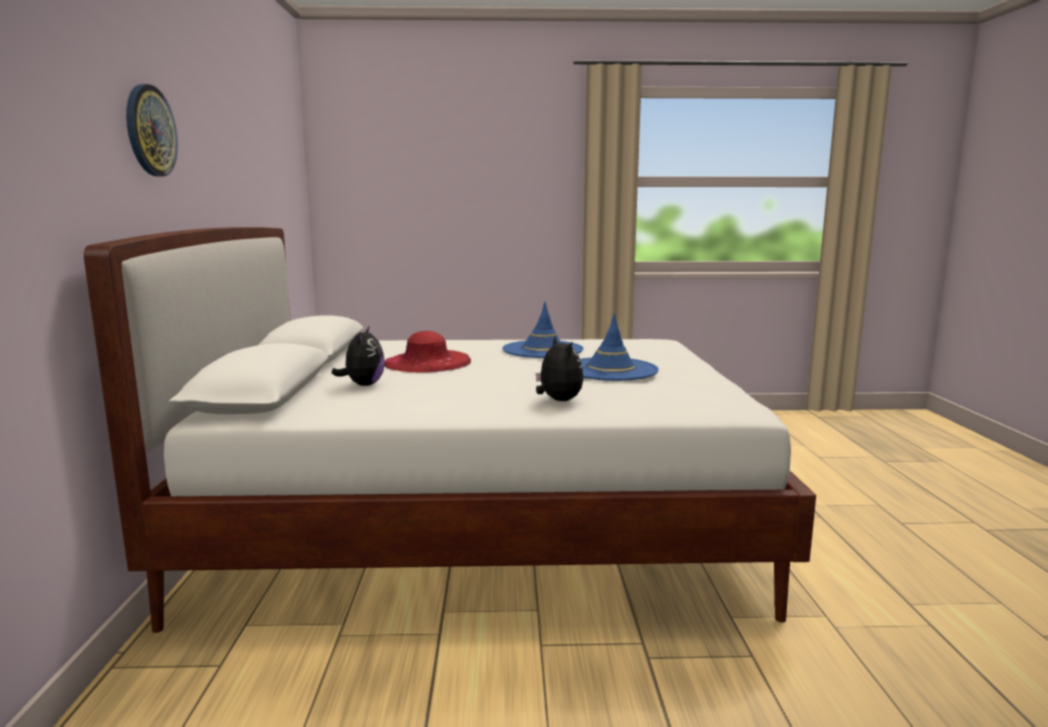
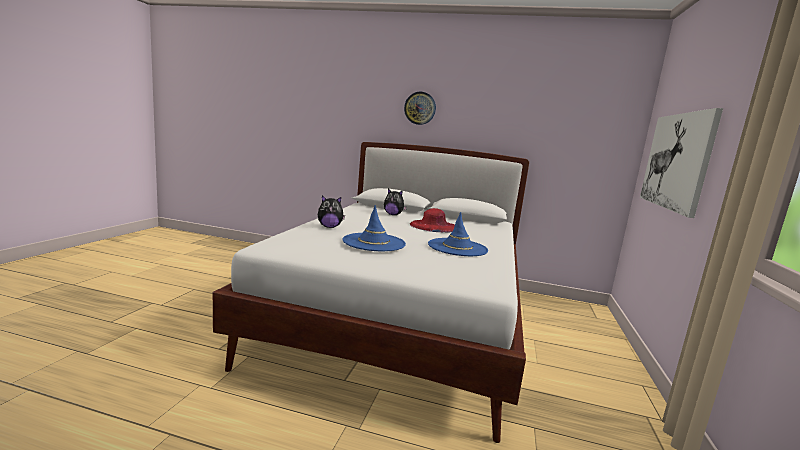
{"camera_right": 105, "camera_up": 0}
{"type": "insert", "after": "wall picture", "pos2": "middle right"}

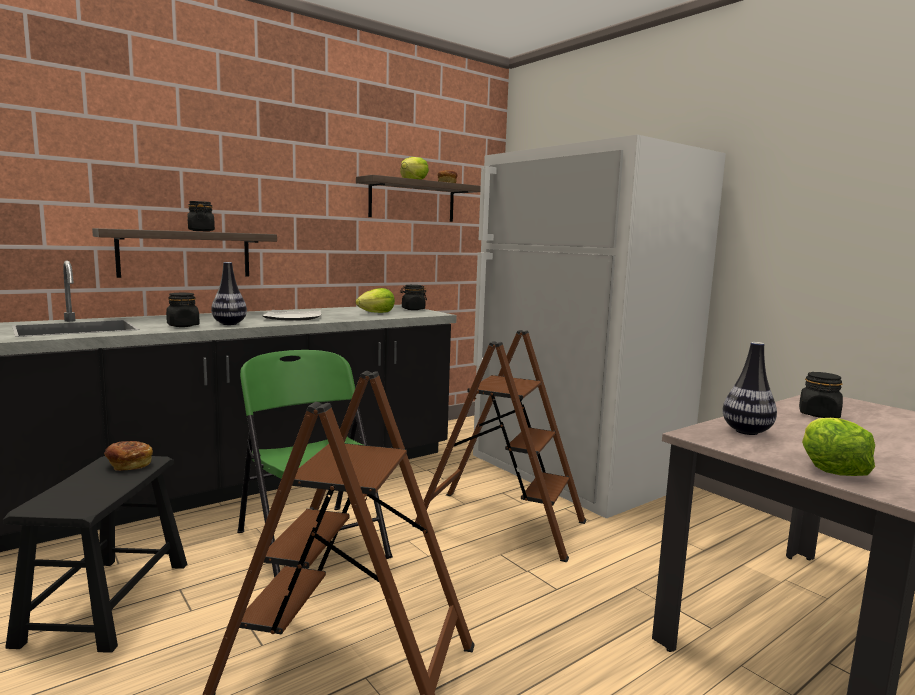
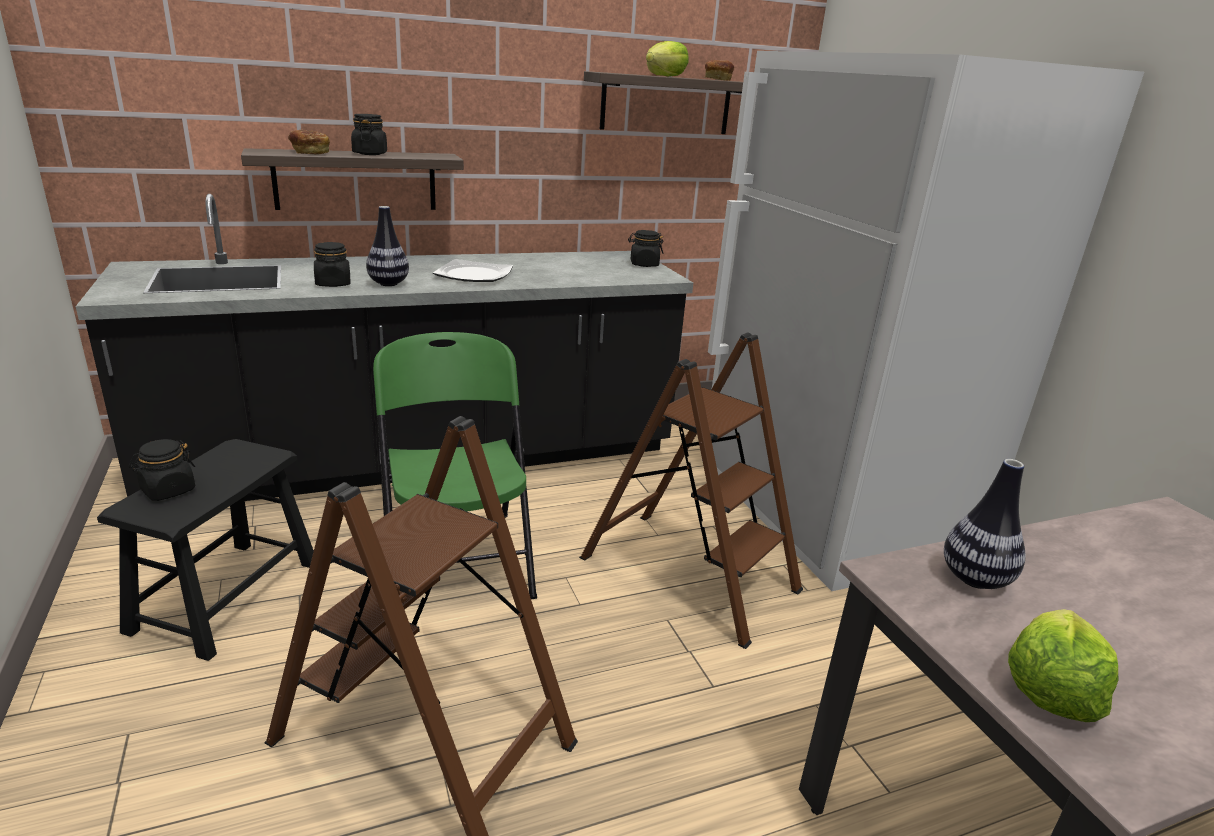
{"camera_right": 15, "camera_up": 15}
{"type": "delete", "before": "lettuce (1st from left)", "pos1": "centre"}
{"type": "move", "before": "jar (black-coloured) (4th from left in the first image)", "after": "jar (black-coloured) (1st from left)", "pos1": "middle right", "pos2": "middle left"}
{"type": "move", "before": "baked bread (1st from left)", "pos1": "middle left", "pos2": "top left"}

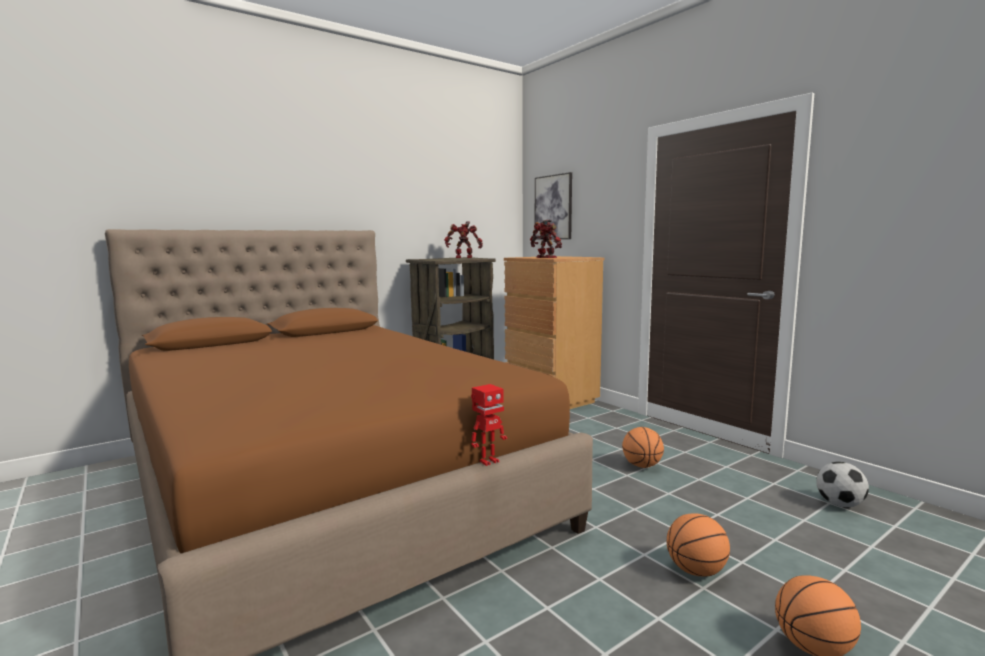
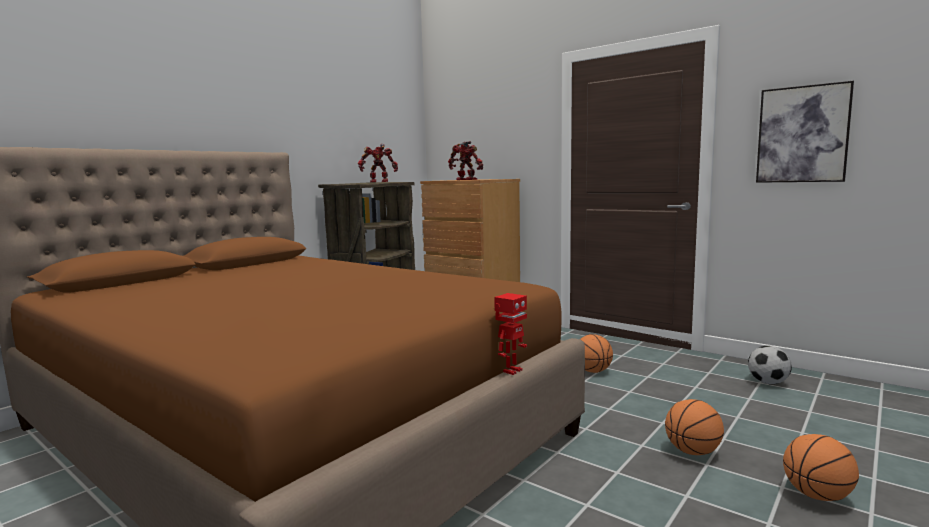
{"camera_right": -15, "camera_up": 0}
{"type": "move", "before": "wall picture", "pos1": "top centre", "pos2": "top right"}

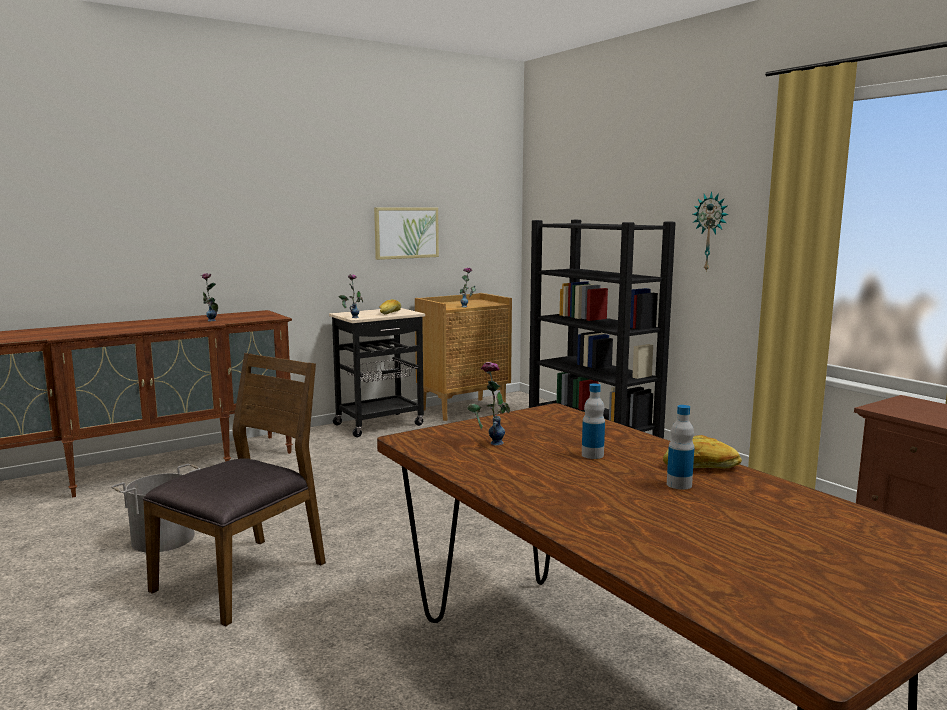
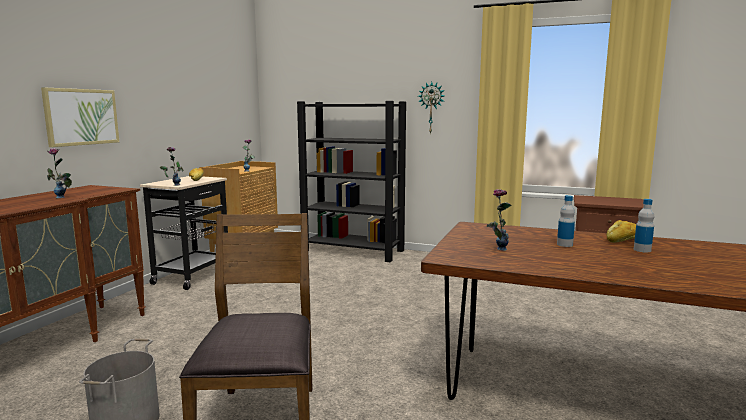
{"camera_right": -35, "camera_up": 0}
{"type": "move", "before": "wall picture", "pos1": "top centre", "pos2": "top left"}

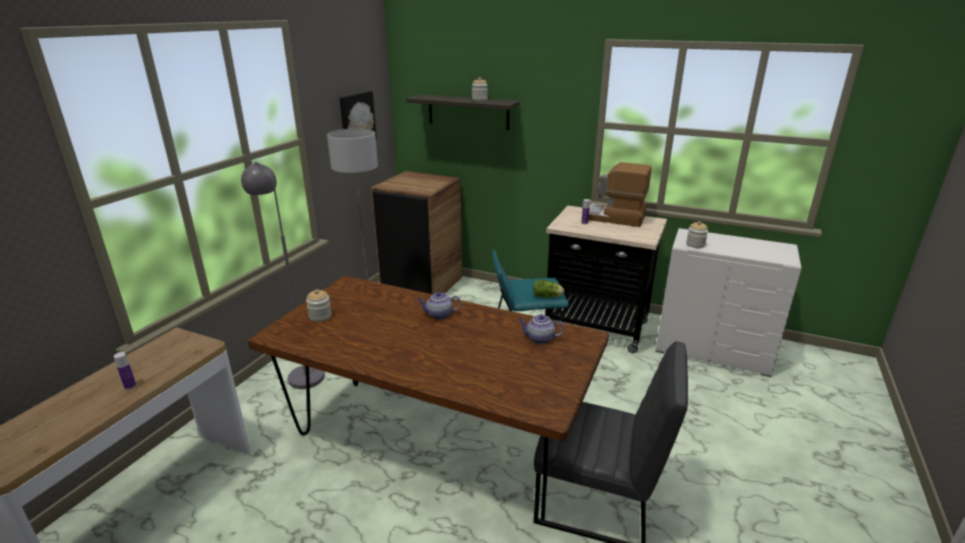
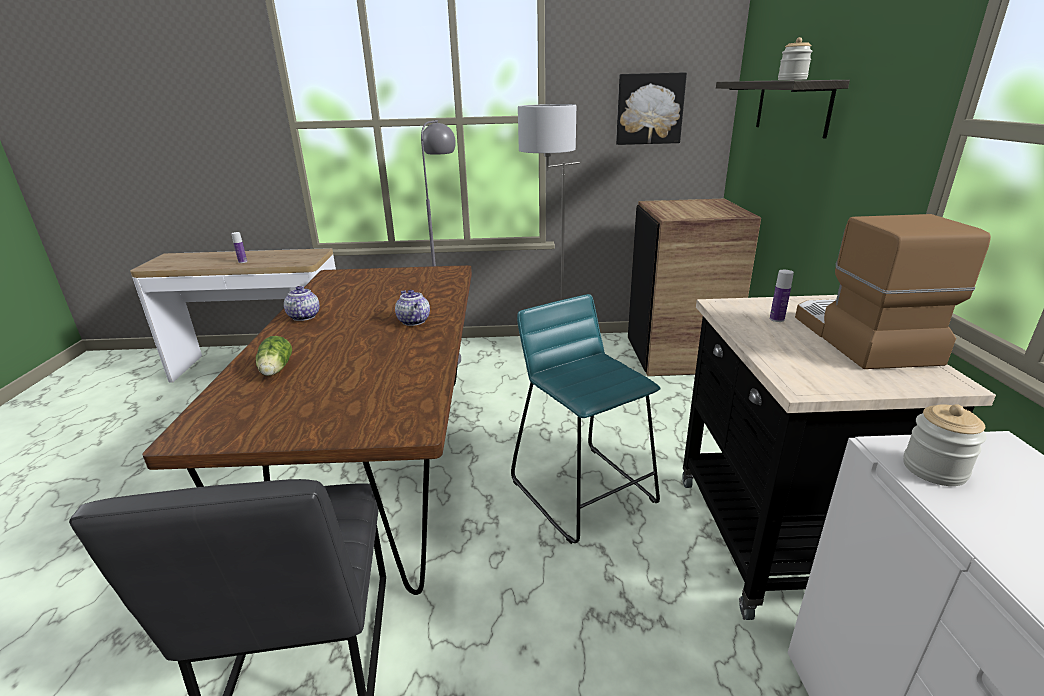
{"camera_right": 65, "camera_up": 0}
{"type": "move", "before": "lettuce", "pos1": "centre", "pos2": "middle left"}
{"type": "delete", "before": "jar (1st from left)", "pos1": "middle left"}
{"type": "move", "before": "pot for tea (2nd from left in the first image)", "after": "pot for tea (1st from left)", "pos1": "centre", "pos2": "middle left"}

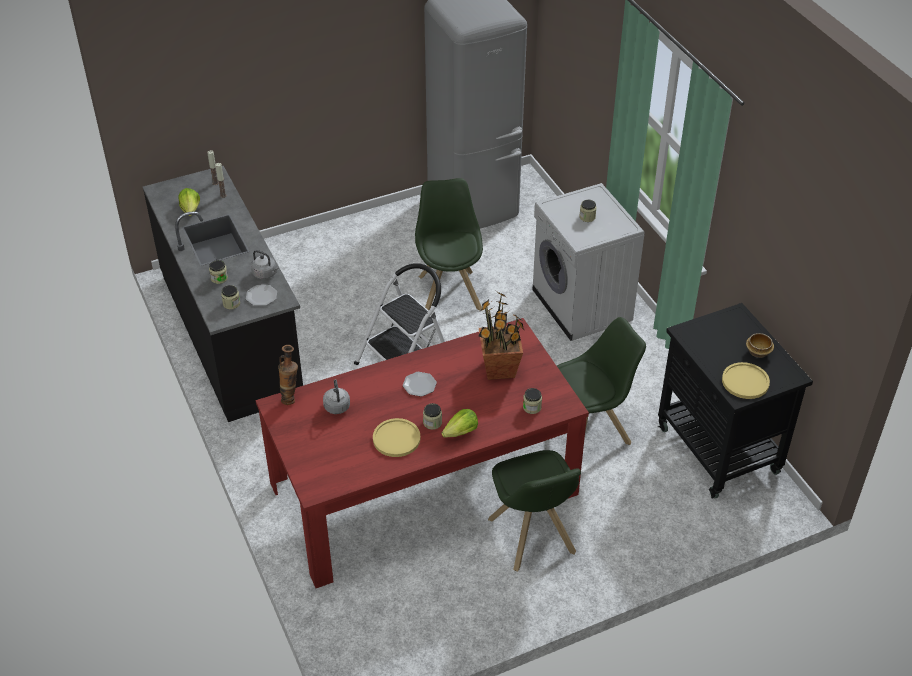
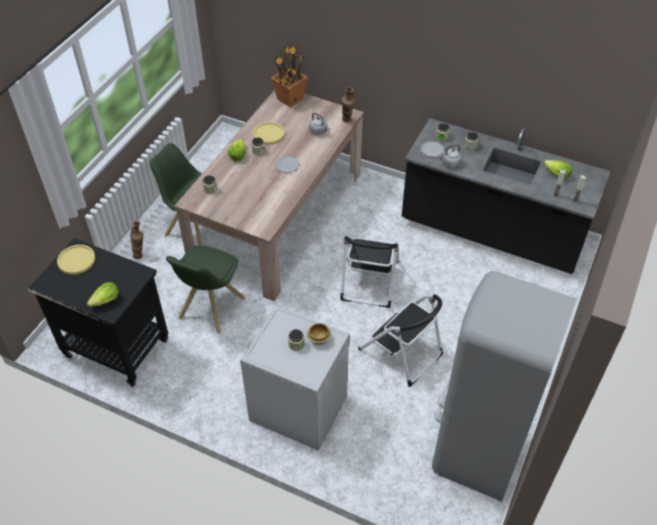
{"camera_right": 140, "camera_up": 5}
{"type": "replace", "before": "chair (green) (1st from left)", "after": "step stool (2nd from left)", "pos1": "centre", "pos2": "centre"}
{"type": "move", "before": "potted plant", "pos1": "centre", "pos2": "top centre"}
{"type": "recolor", "before": "dining table (reddish)", "after": "dining table (beige)", "pos1": "bottom centre", "pos2": "centre"}
{"type": "move", "before": "deep dish", "pos1": "middle right", "pos2": "centre"}
{"type": "insert", "after": "vase (1st from left)", "pos2": "middle left"}
{"type": "insert", "after": "lettuce (1st from left)", "pos2": "middle left"}

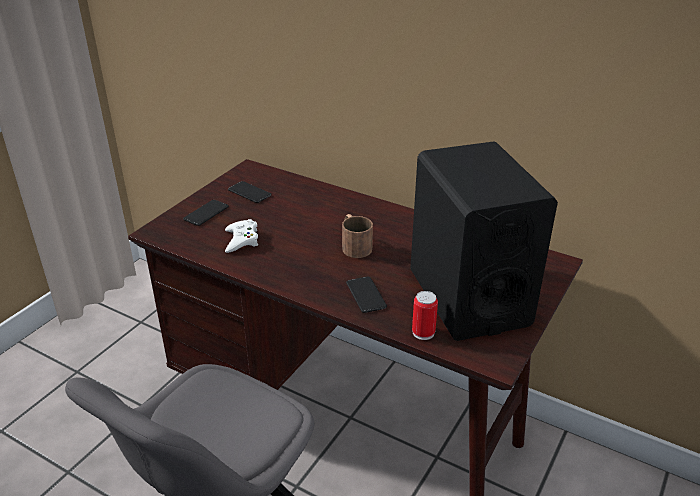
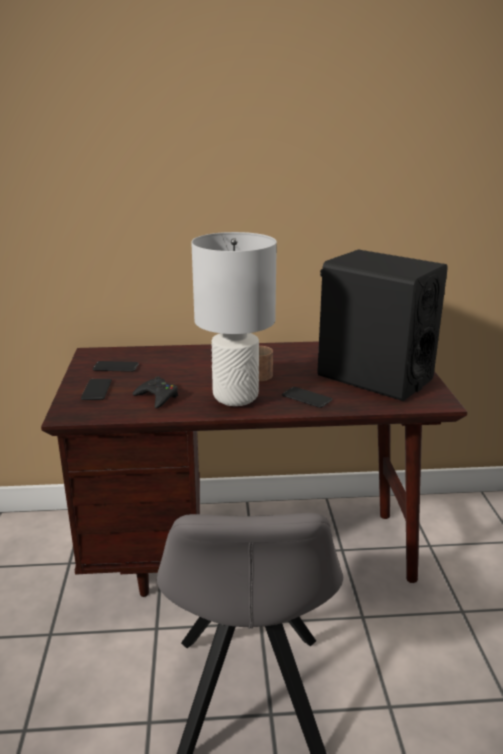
{"camera_right": -35, "camera_up": -10}
{"type": "recolor", "before": "joypad (white)", "after": "joypad (black-coloured)", "pos1": "centre", "pos2": "middle left"}
{"type": "delete", "before": "can", "pos1": "centre"}
{"type": "insert", "after": "table lamp (gray)", "pos2": "centre"}

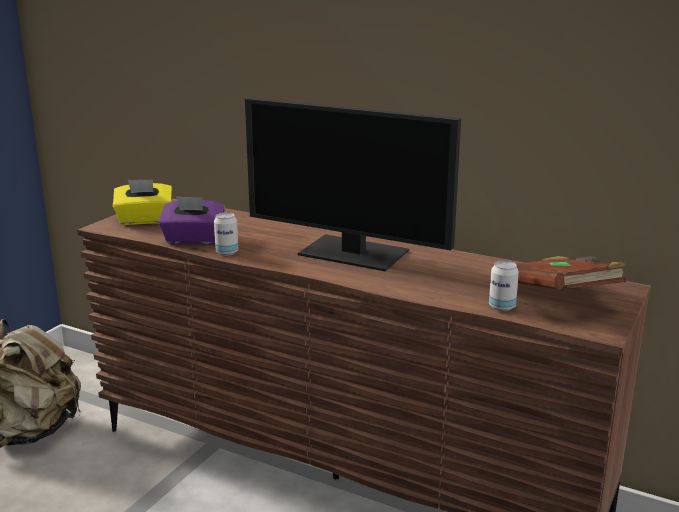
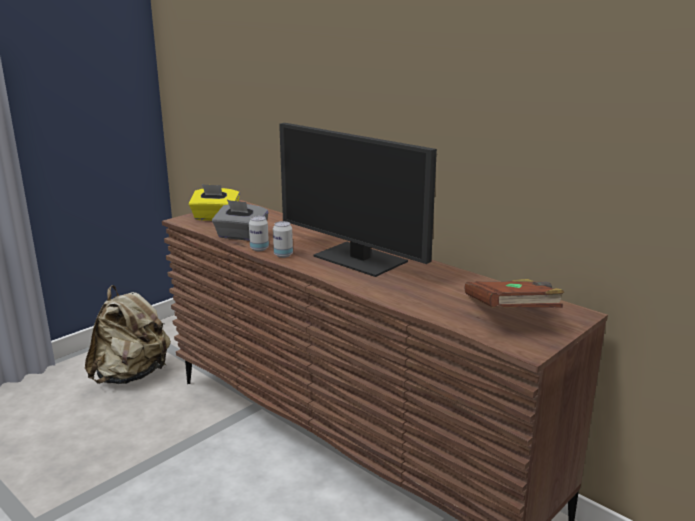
{"camera_right": 15, "camera_up": 0}
{"type": "recolor", "before": "tissue box (purple)", "after": "tissue box (gray)", "pos1": "middle left", "pos2": "centre"}
{"type": "move", "before": "can (2nd from left)", "pos1": "middle right", "pos2": "centre"}

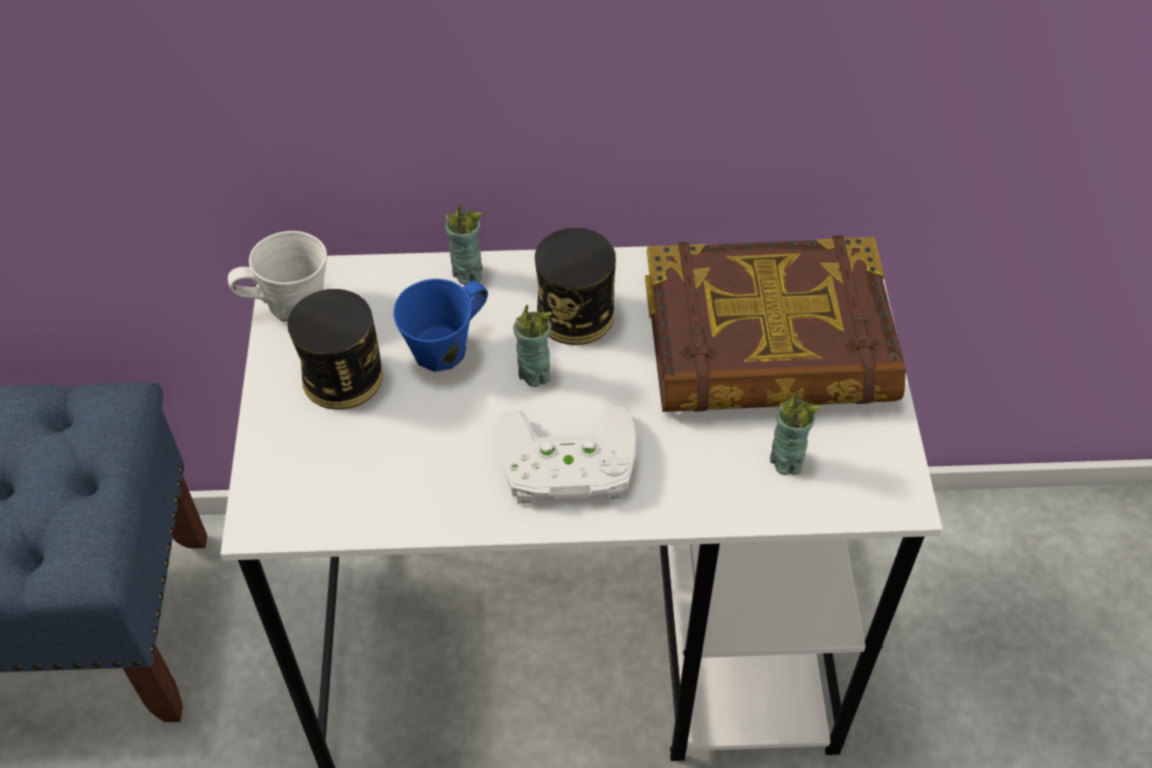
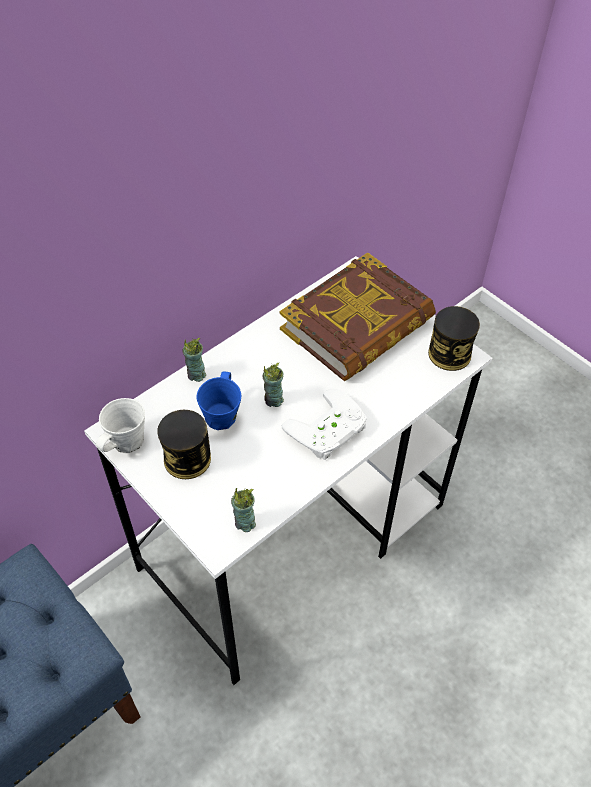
{"camera_right": -40, "camera_up": 0}
{"type": "move", "before": "can (2nd from left)", "pos1": "centre", "pos2": "middle right"}
{"type": "move", "before": "drinking cup (3rd from left in the first image)", "after": "drinking cup (2nd from left)", "pos1": "middle right", "pos2": "centre"}

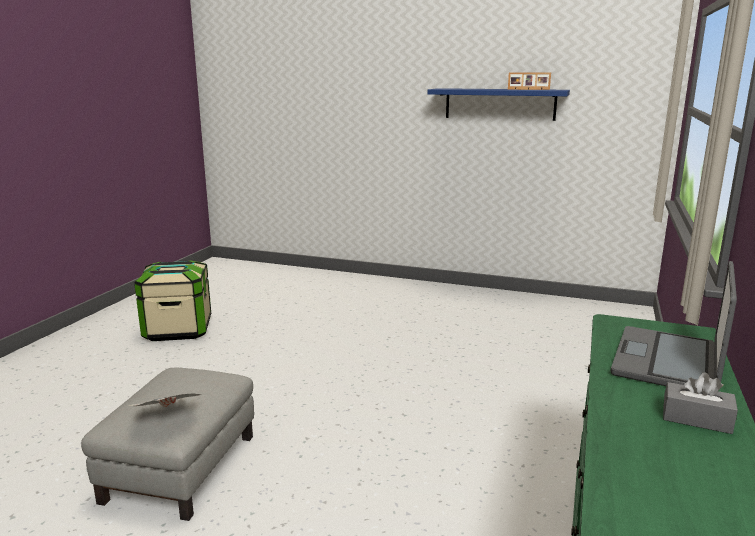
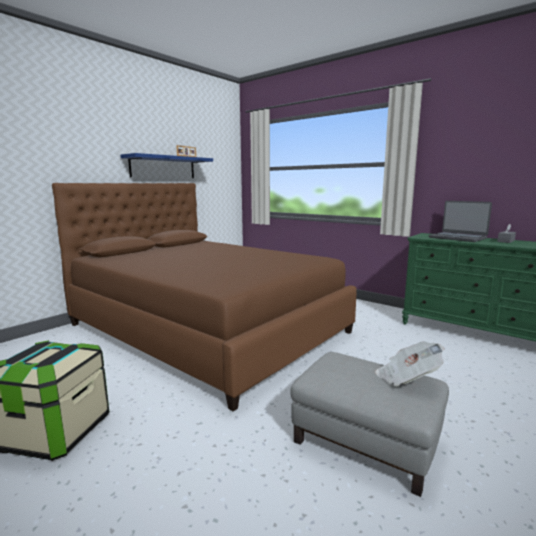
{"camera_right": -70, "camera_up": -5}
{"type": "insert", "after": "bed (brown)", "pos2": "centre"}

